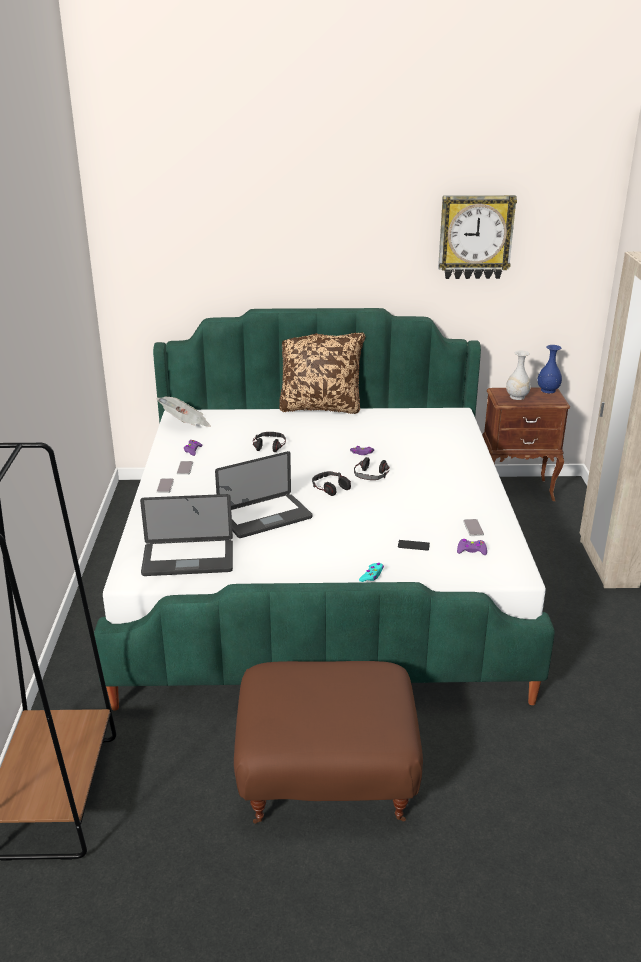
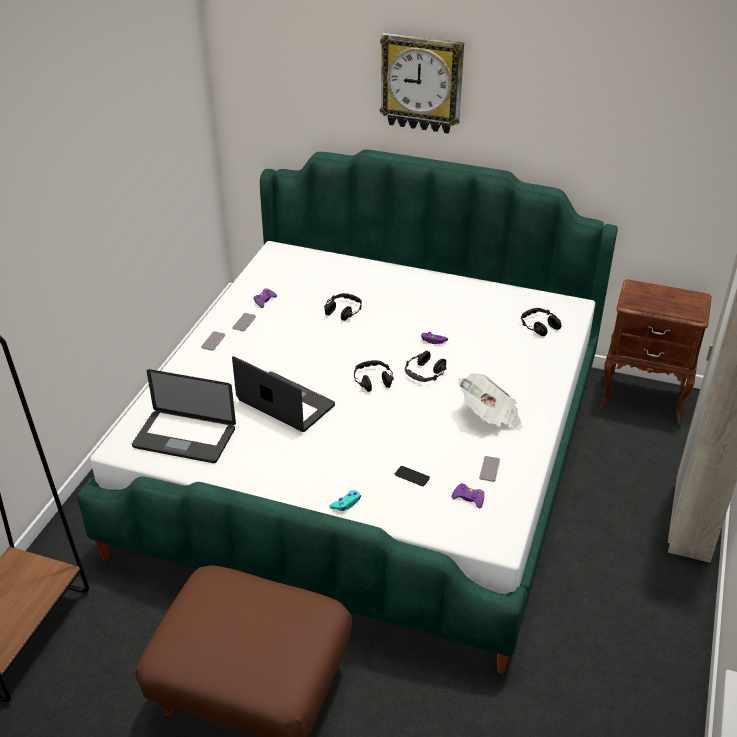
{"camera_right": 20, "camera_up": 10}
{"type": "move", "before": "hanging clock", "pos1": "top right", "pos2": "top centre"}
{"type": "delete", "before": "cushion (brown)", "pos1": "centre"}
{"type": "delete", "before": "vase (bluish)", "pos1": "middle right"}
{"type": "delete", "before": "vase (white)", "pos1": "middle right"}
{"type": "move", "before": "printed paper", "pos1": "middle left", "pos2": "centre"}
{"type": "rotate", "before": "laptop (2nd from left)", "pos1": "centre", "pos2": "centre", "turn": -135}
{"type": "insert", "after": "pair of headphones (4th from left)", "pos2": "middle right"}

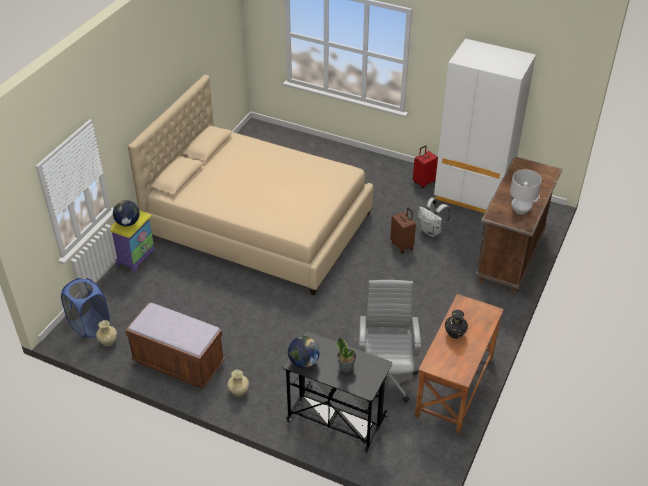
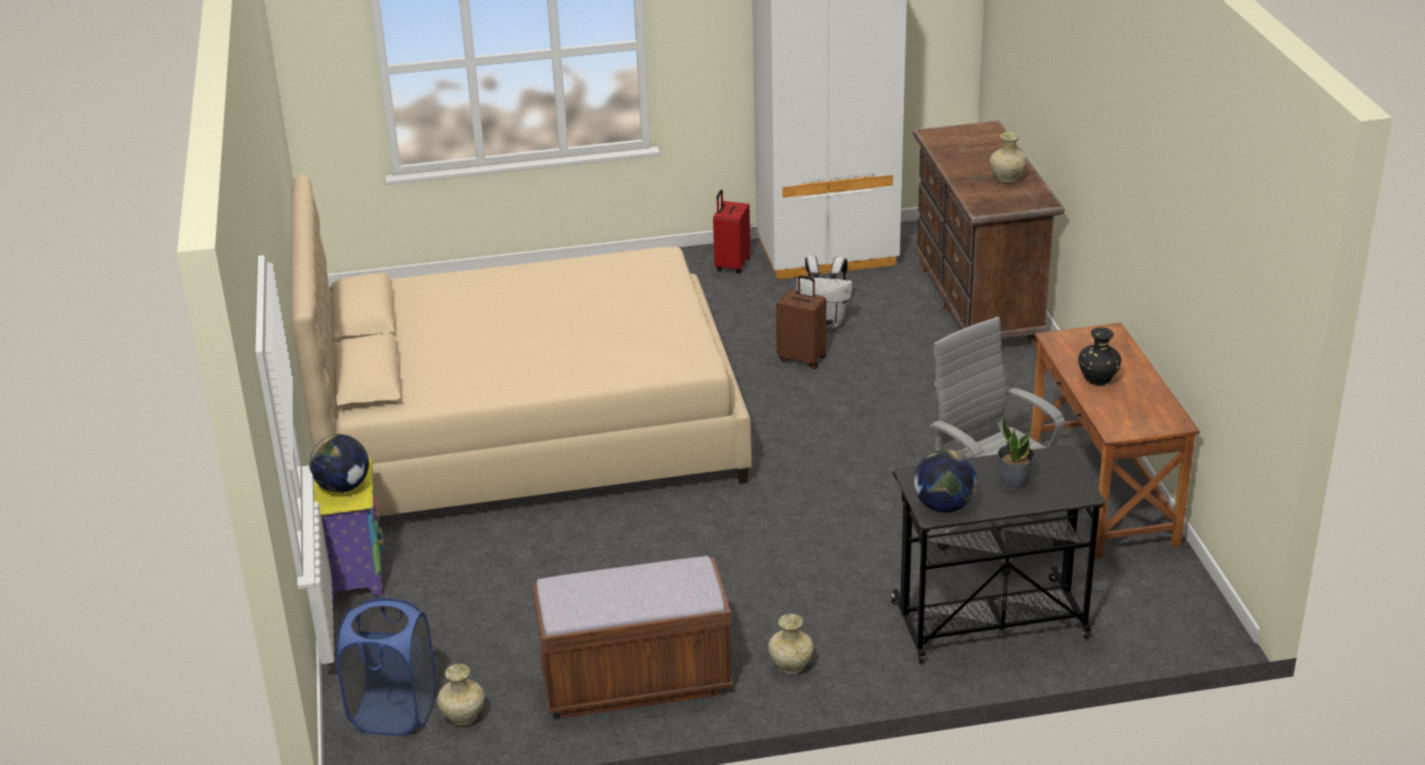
{"camera_right": -35, "camera_up": -10}
{"type": "replace", "before": "table lamp (gray)", "after": "vase (beige) (3rd from left)", "pos1": "middle right", "pos2": "top right"}

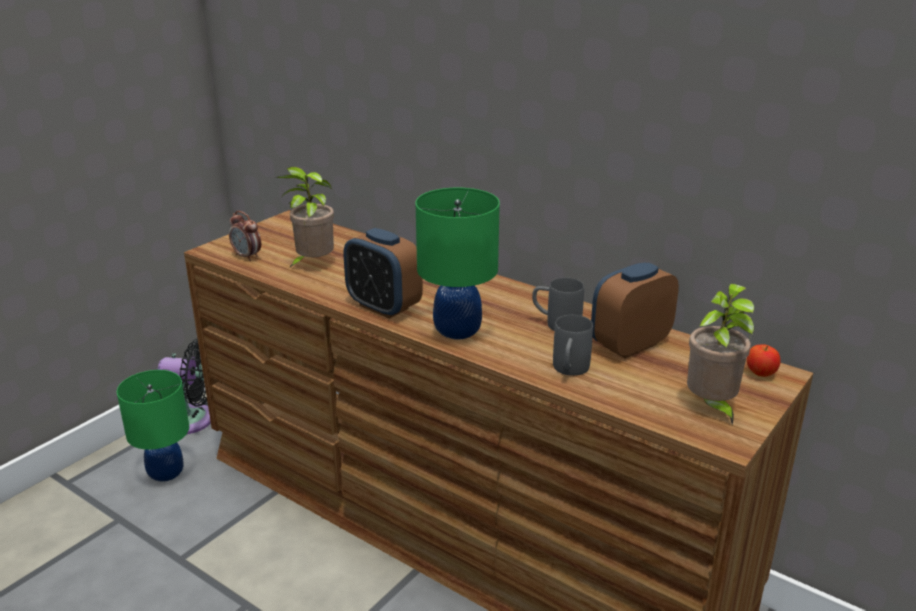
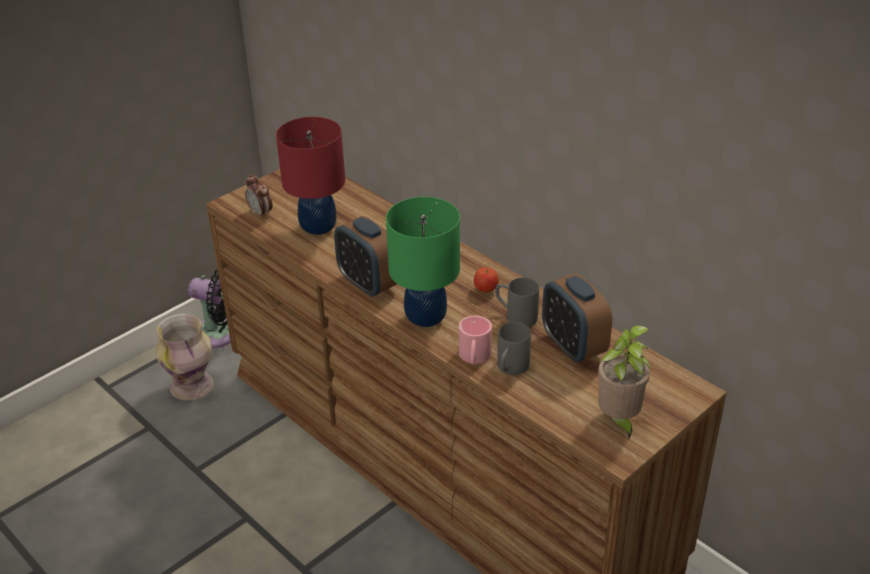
{"camera_right": 10, "camera_up": 10}
{"type": "replace", "before": "potted plant (1st from left)", "after": "table lamp (reddish)", "pos1": "middle left", "pos2": "top centre"}
{"type": "rotate", "before": "bedside clock (3rd from left)", "pos1": "middle right", "pos2": "centre", "turn": -90}
{"type": "move", "before": "apple fruit", "pos1": "middle right", "pos2": "centre"}
{"type": "replace", "before": "table lamp (green) (1st from left)", "after": "vase", "pos1": "bottom left", "pos2": "middle left"}
{"type": "insert", "after": "mug (pink)", "pos2": "centre"}

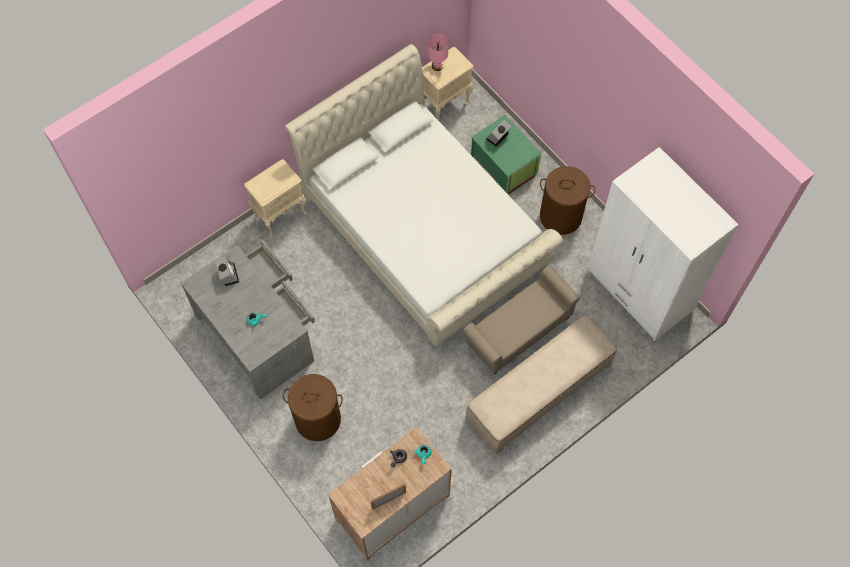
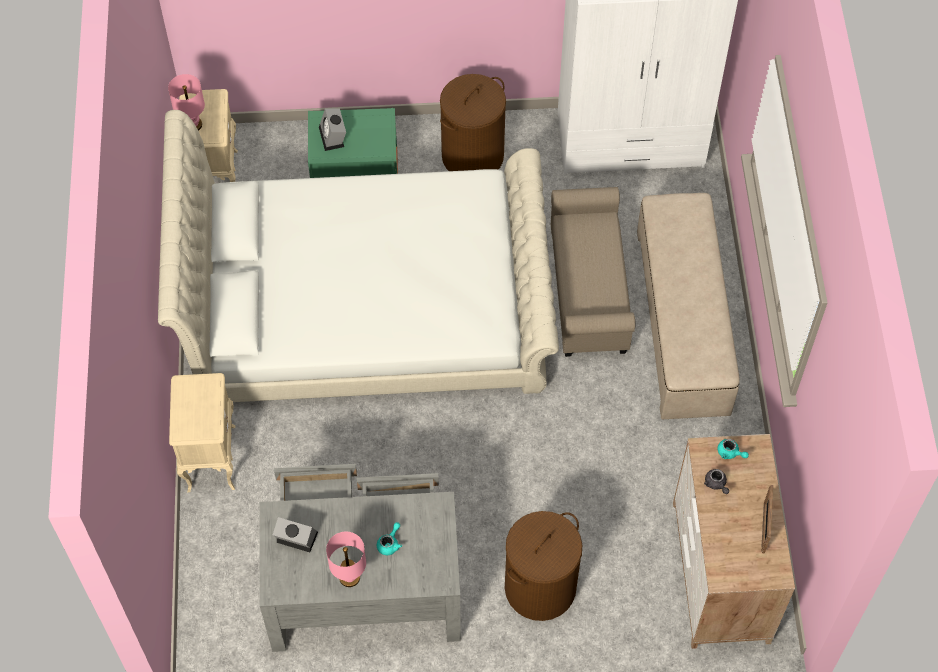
{"camera_right": -55, "camera_up": -5}
{"type": "insert", "after": "table lamp (pink) (2nd from left)", "pos2": "bottom centre"}

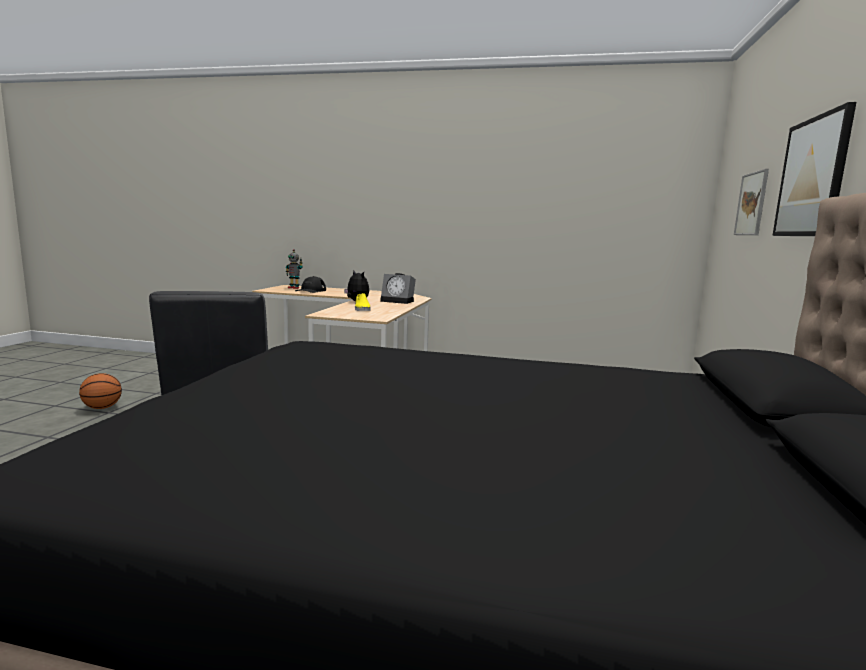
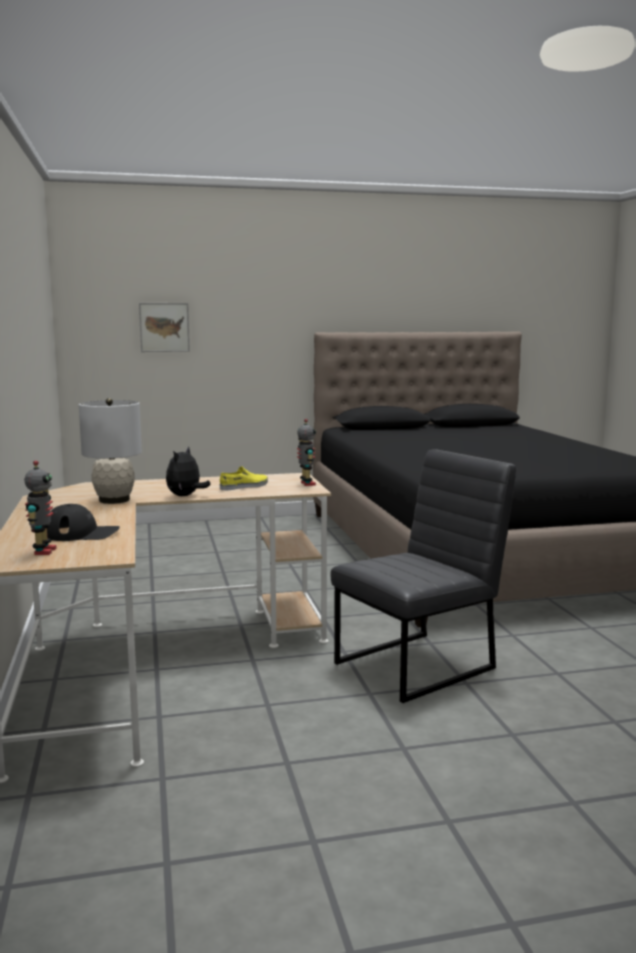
{"camera_right": -115, "camera_up": 0}
{"type": "delete", "before": "wall picture (2nd from left)", "pos1": "top right"}
{"type": "delete", "before": "bedside clock", "pos1": "centre"}
{"type": "delete", "before": "ball for basketball", "pos1": "middle left"}
{"type": "insert", "after": "table lamp (white)", "pos2": "middle left"}
{"type": "insert", "after": "model robot (2nd from left)", "pos2": "centre"}

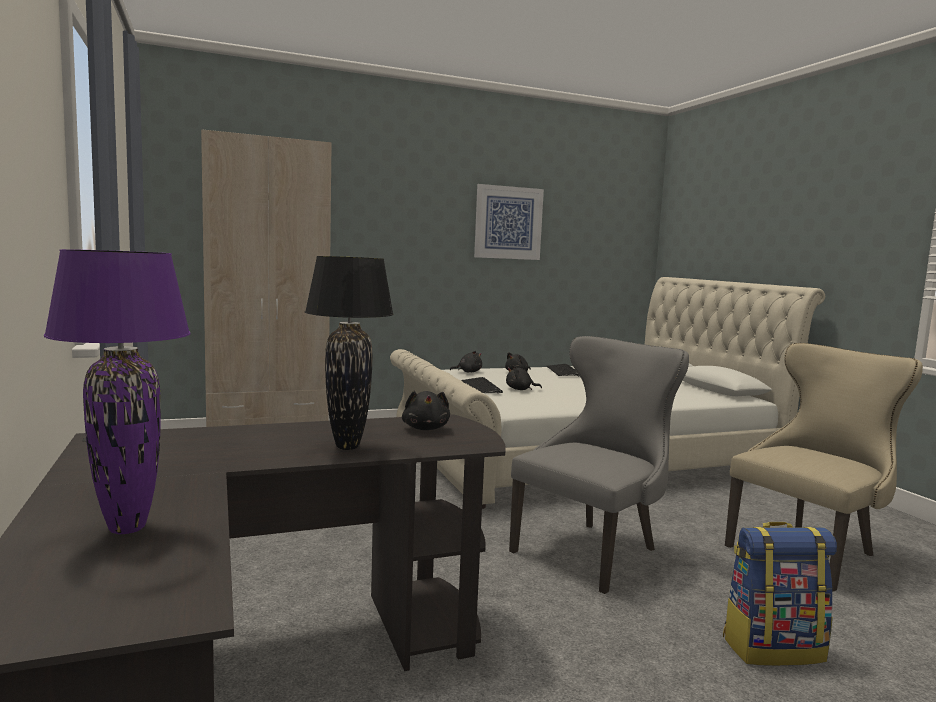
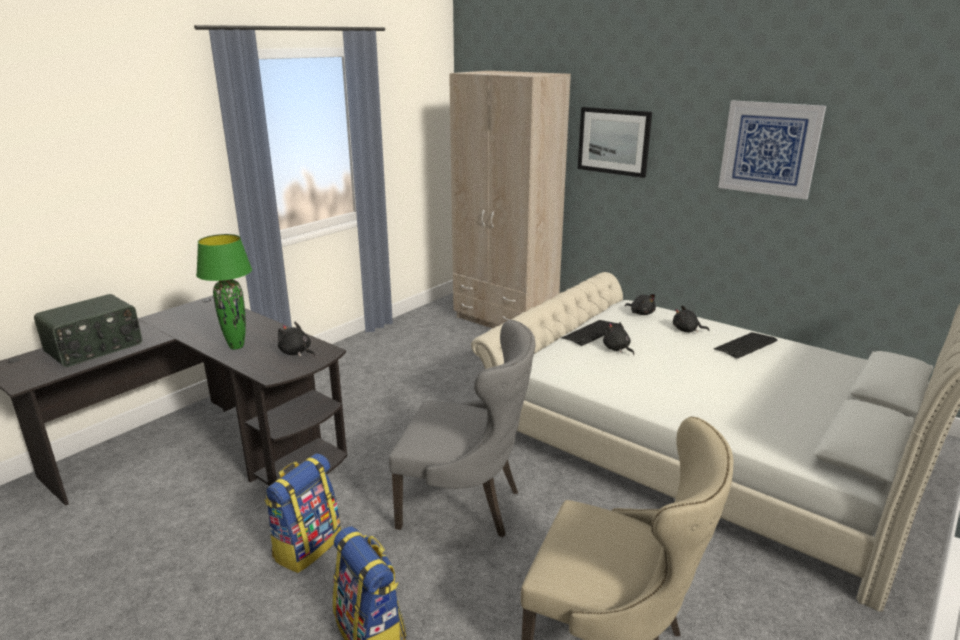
{"camera_right": 60, "camera_up": 15}
{"type": "replace", "before": "table lamp (purple)", "after": "radio", "pos1": "middle left", "pos2": "middle left"}
{"type": "recolor", "before": "table lamp (black-coloured)", "after": "table lamp (green)", "pos1": "centre", "pos2": "middle left"}
{"type": "rotate", "before": "cuddly toy (black-coloured) (1st from left)", "pos1": "centre", "pos2": "middle left", "turn": 75}
{"type": "insert", "after": "wall picture (1st from left)", "pos2": "top centre"}
{"type": "insert", "after": "backpack (1st from left)", "pos2": "bottom left"}

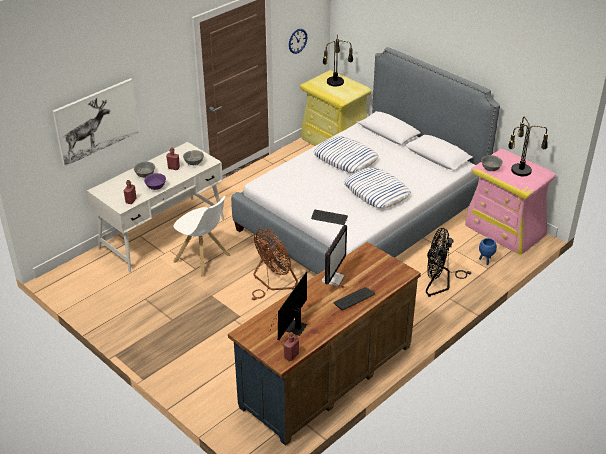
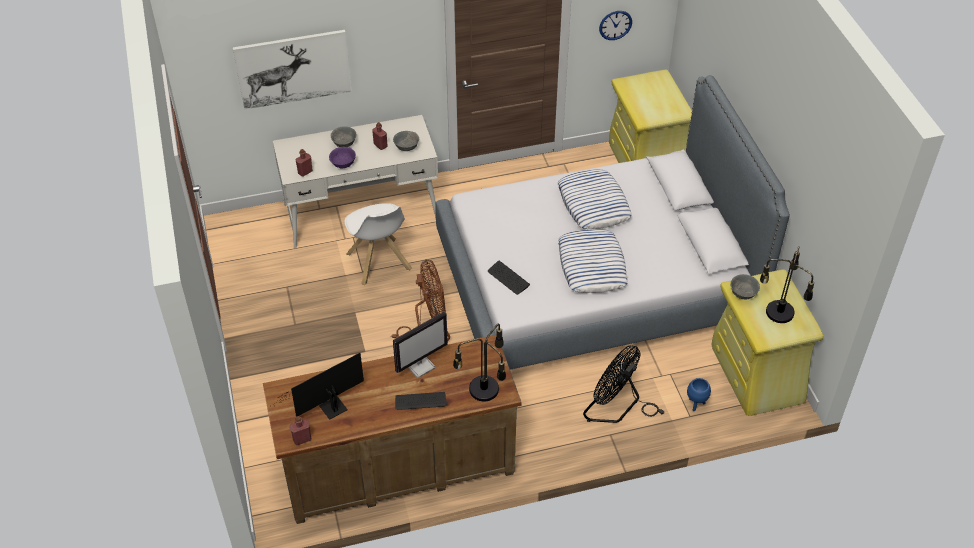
{"camera_right": 30, "camera_up": 10}
{"type": "move", "before": "table lamp (1st from left)", "pos1": "top centre", "pos2": "centre"}
{"type": "recolor", "before": "night table (pink)", "after": "night table (yellow-coloured) (2nd from left)", "pos1": "middle right", "pos2": "middle right"}

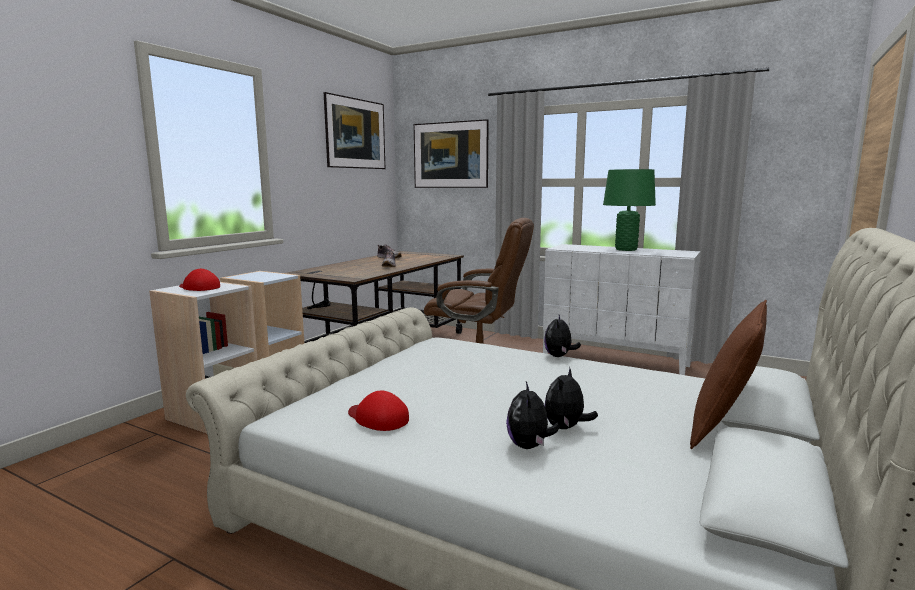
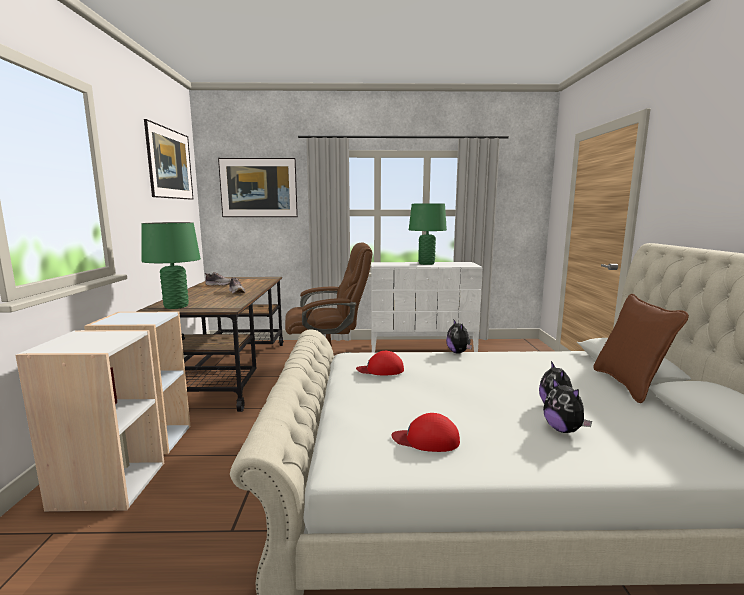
{"camera_right": -30, "camera_up": 0}
{"type": "move", "before": "cap (reddish) (1st from left)", "pos1": "middle left", "pos2": "centre"}
{"type": "insert", "after": "table lamp (green) (1st from left)", "pos2": "middle left"}

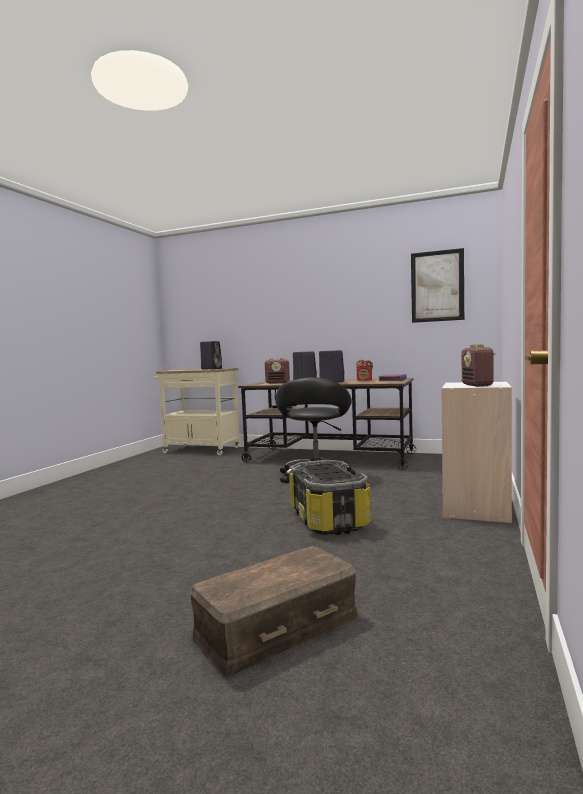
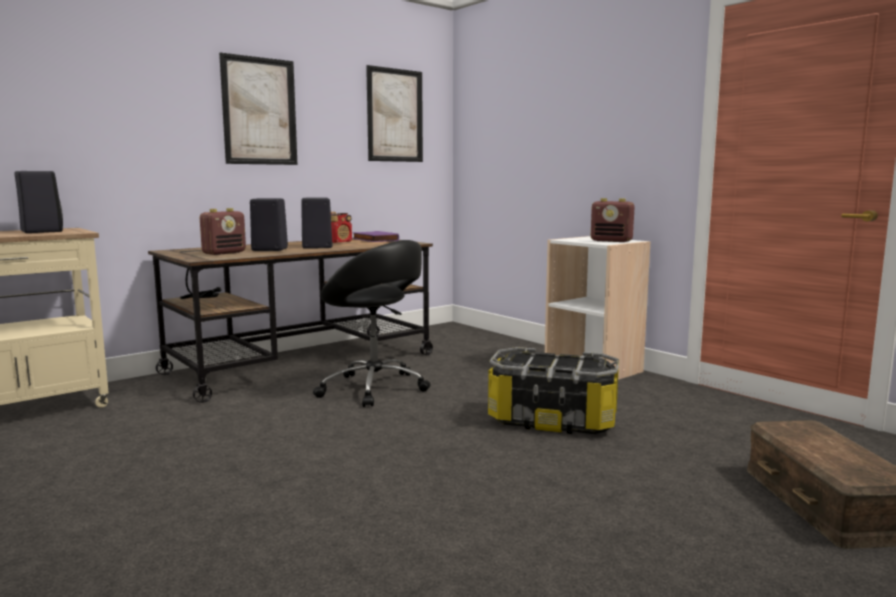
{"camera_right": -60, "camera_up": 5}
{"type": "insert", "after": "wall picture (1st from left)", "pos2": "top left"}

